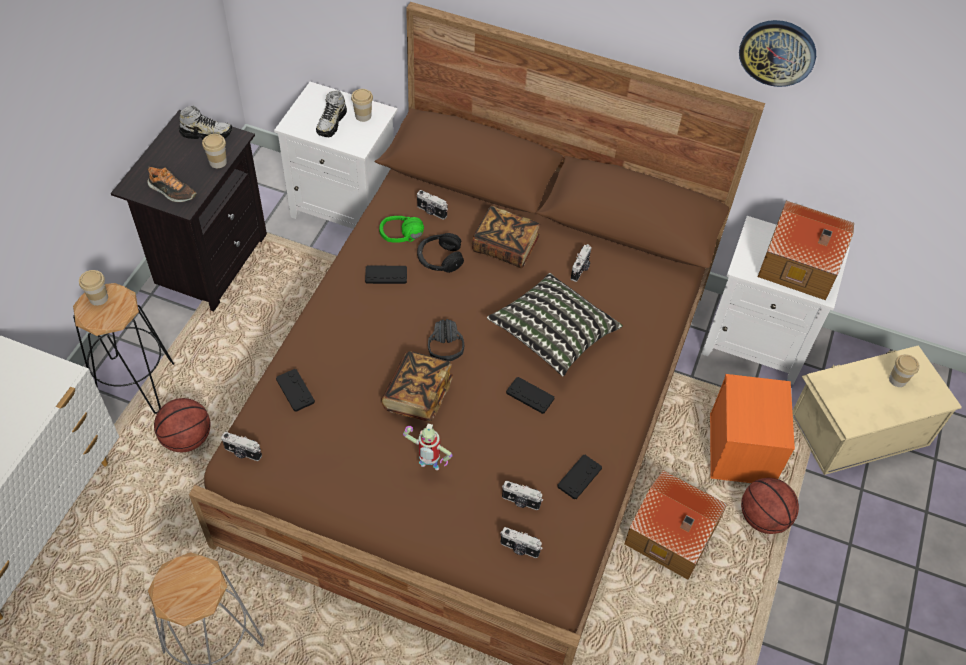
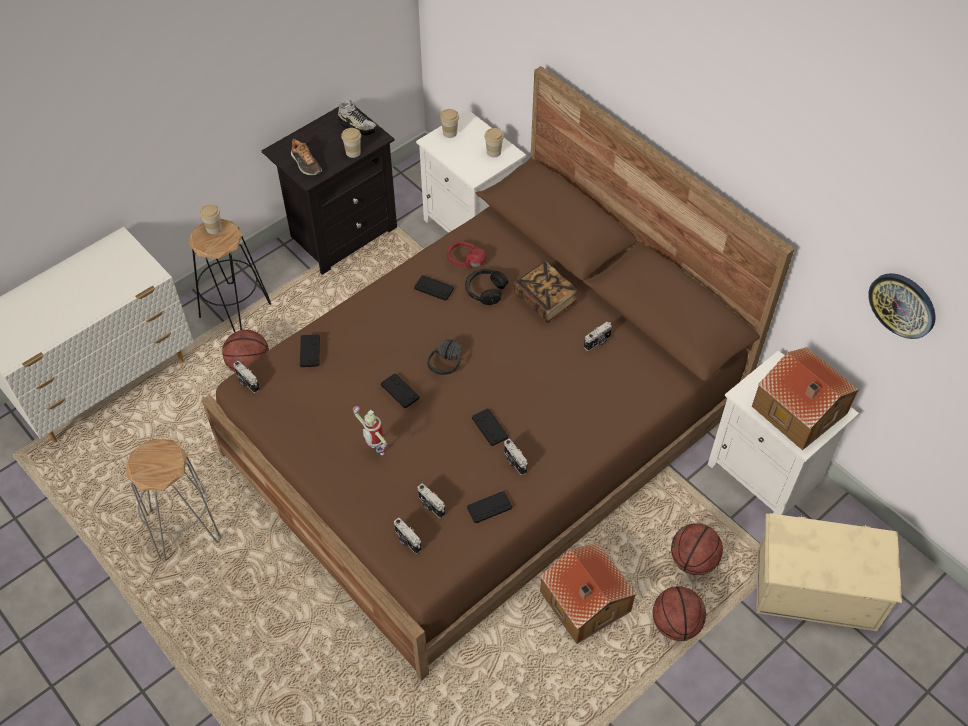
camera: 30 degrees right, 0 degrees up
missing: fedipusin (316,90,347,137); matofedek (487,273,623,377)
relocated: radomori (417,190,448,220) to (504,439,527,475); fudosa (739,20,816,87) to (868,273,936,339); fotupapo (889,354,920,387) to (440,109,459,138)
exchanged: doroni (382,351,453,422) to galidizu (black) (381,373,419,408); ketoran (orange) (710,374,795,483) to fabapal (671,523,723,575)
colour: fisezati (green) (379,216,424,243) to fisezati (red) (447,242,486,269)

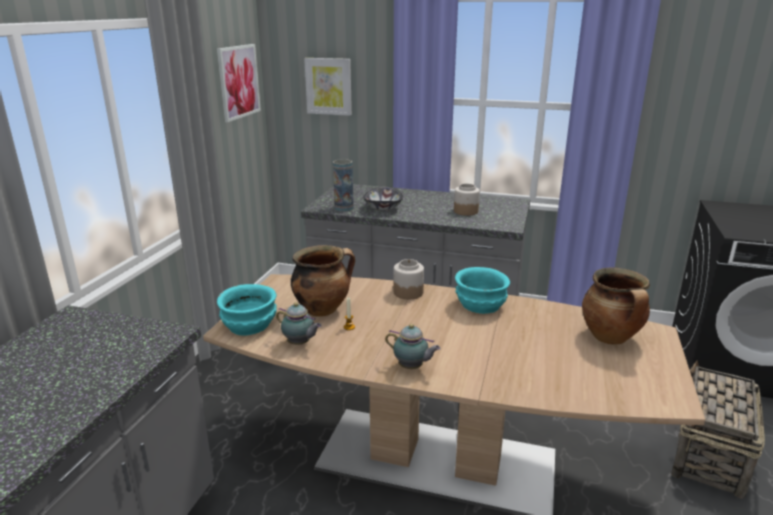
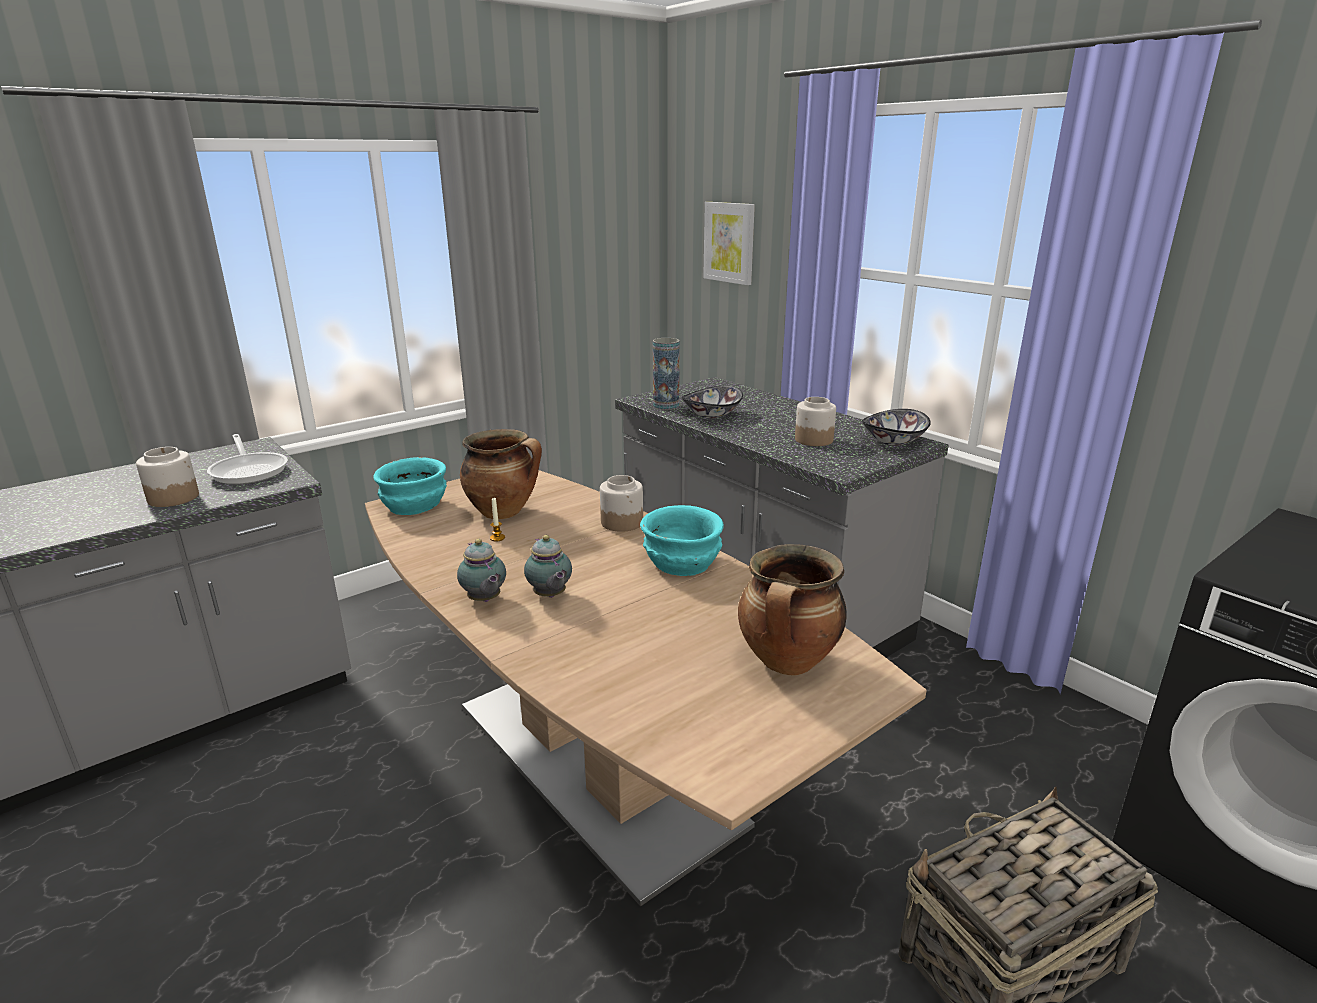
camera: 35 degrees right, 0 degrees up
missing: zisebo (217,44,261,122)
appeared: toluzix (136,447,199,507); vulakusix (207,434,288,485); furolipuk (862,409,931,446)
relocated: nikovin (276,302,322,345) to (524,535,572,598)

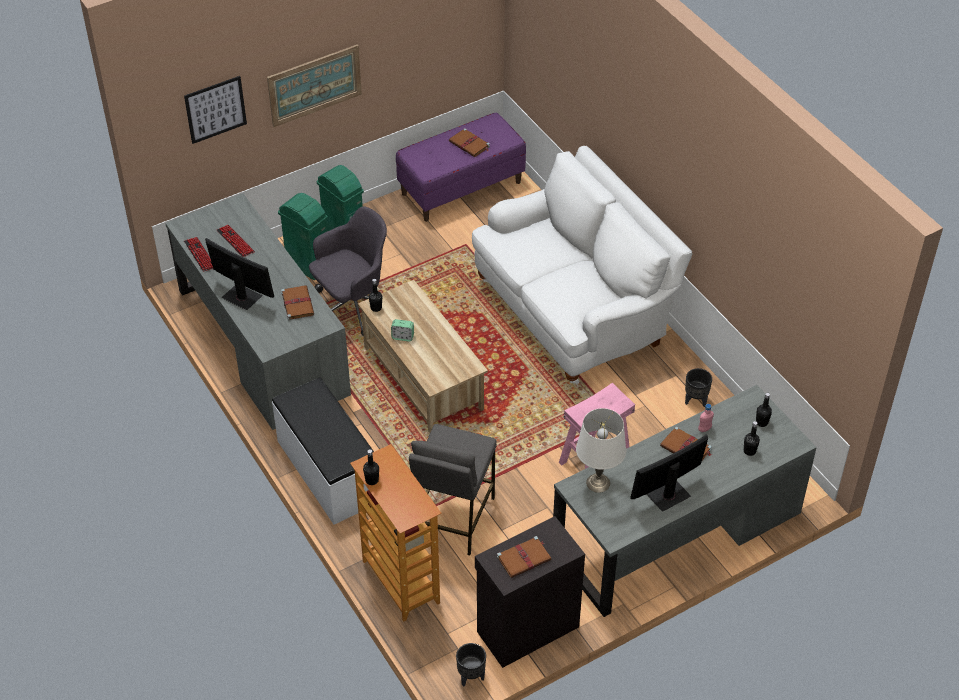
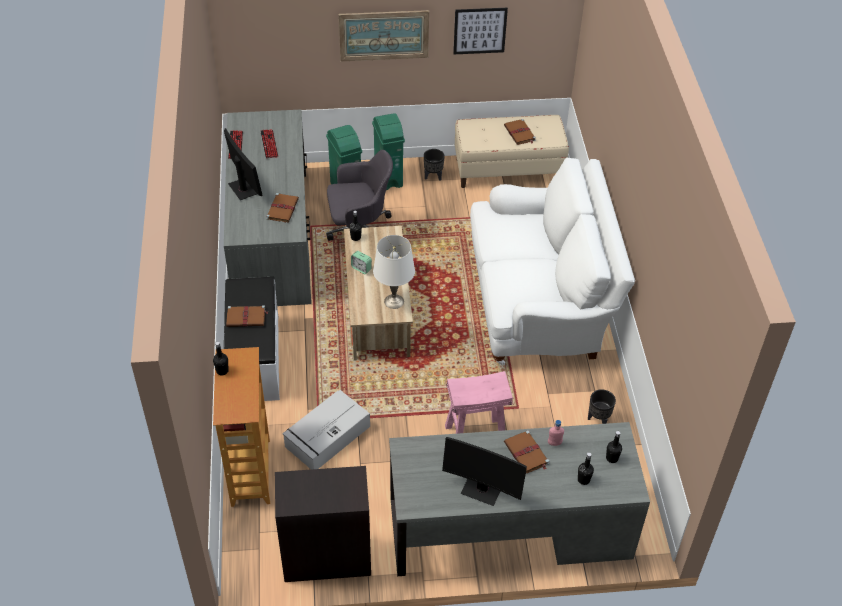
camera: 25 degrees right, 0 degrees up
relocated: zisebo (184,76,247,144) to (453,8,508,54); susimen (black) (456,643,486,686) to (424,149,445,181); doroni (brown) (497,536,552,578) to (226,305,268,327); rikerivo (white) (576,408,626,493) to (373,235,415,309)
exchanged: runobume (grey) (409,424,497,555) to ketoran (grey) (282,390,370,469)
colour: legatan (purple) (396,113,526,222) to legatan (beige) (455,115,569,188)
spun: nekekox (630,434,708,512) = (442,437,527,506) 150 degrees counterclockwise

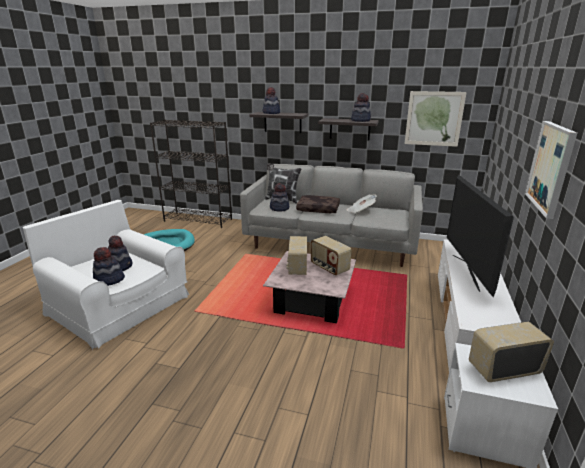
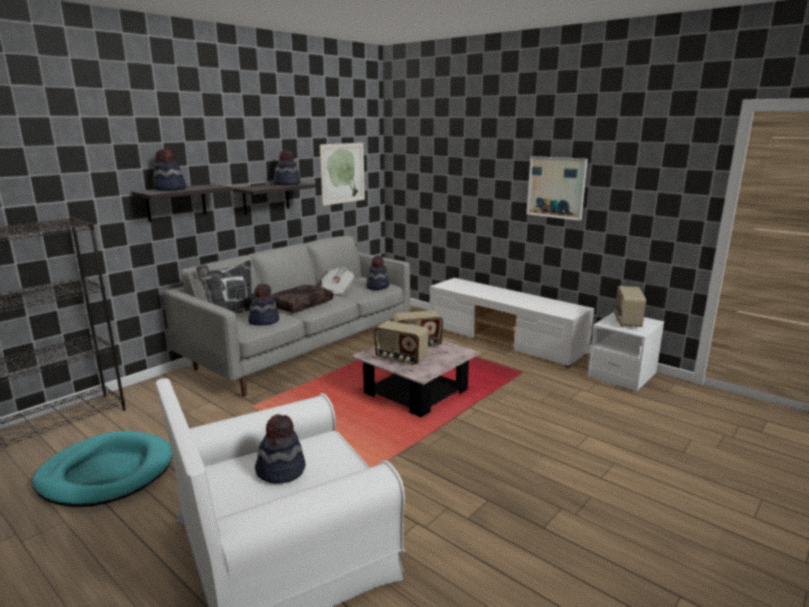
camera: 65 degrees left, 5 degrees down
missing: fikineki (447,175,514,297)
relocated: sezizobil (93,247,125,286) to (366,256,389,290)

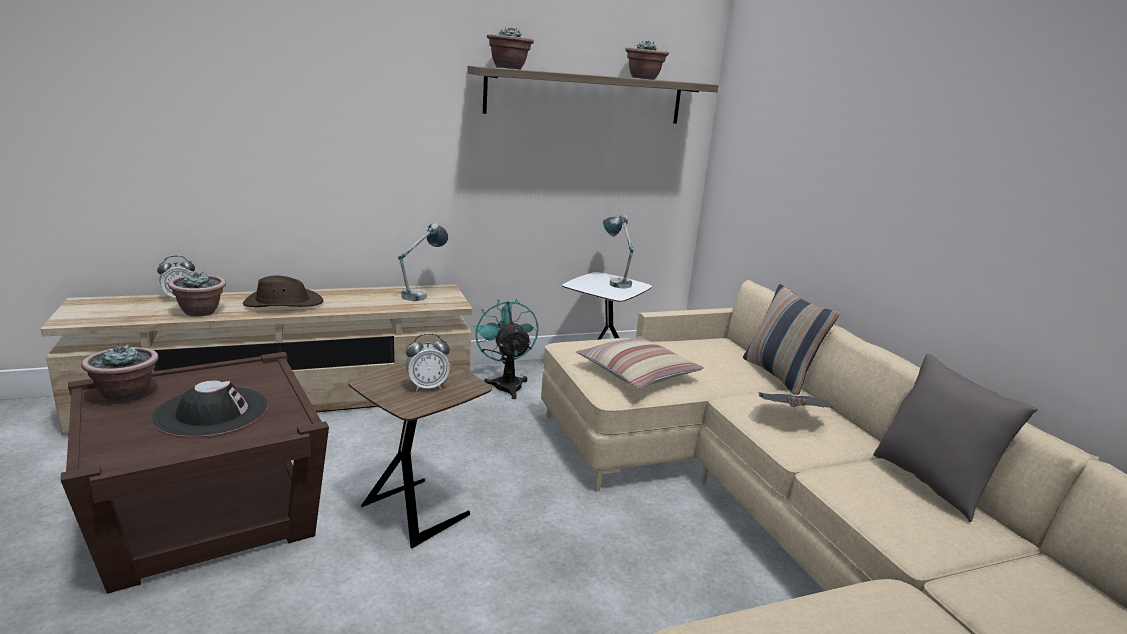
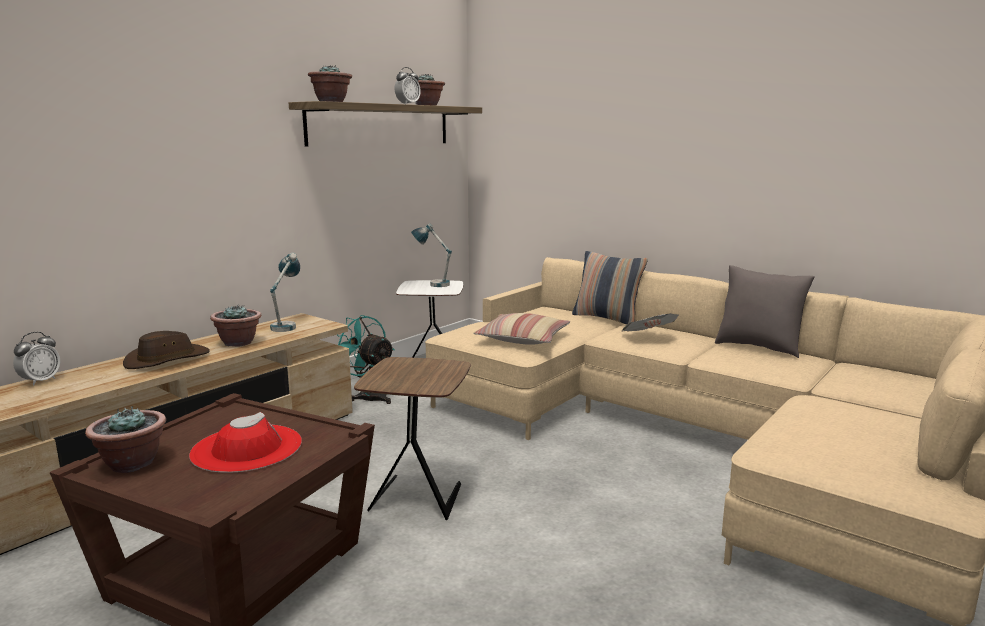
camera: 30 degrees left, 5 degrees down
relocated: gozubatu (168,272,226,316) to (210,305,262,347); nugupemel (406,333,450,391) to (395,67,421,105)
colour: sezizobil (black) (152,380,268,437) to sezizobil (red) (189,412,302,473)

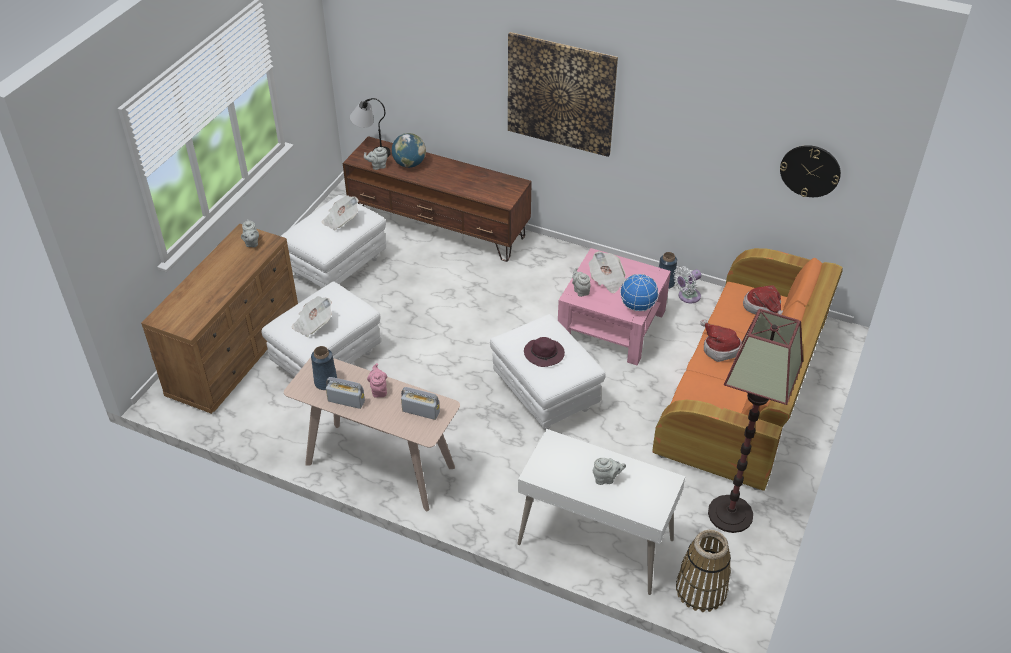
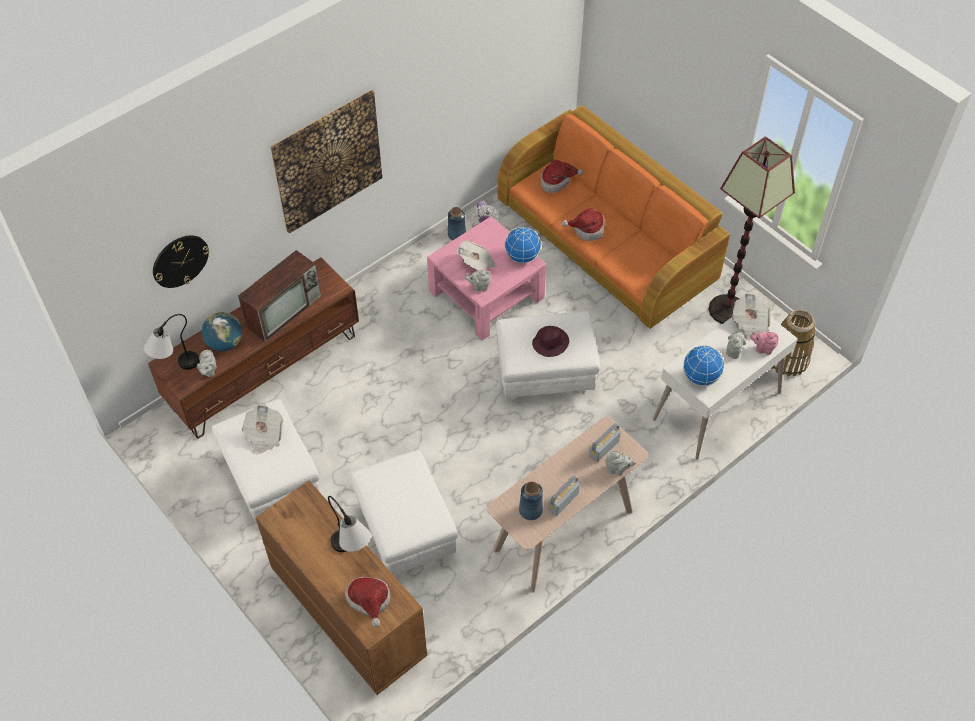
camera: 65 degrees left, 10 degrees up
appeared: fikineki (238,250,321,342); rikerivo (328,496,371,552); sezizobil (345,577,390,627); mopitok (683,345,724,386)
relocated: nikovin (grey) (241,219,259,247) to (605,451,636,475); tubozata (292,296,332,337) to (732,292,771,341); nikovin (pink) (367,363,387,398) to (750,332,779,355); fudosa (780,145,841,197) to (153,235,209,288)

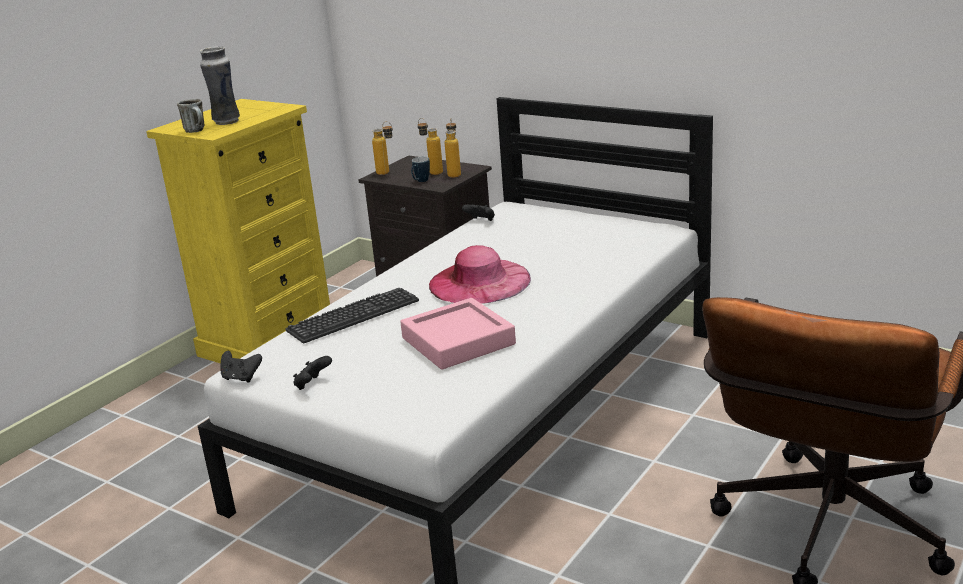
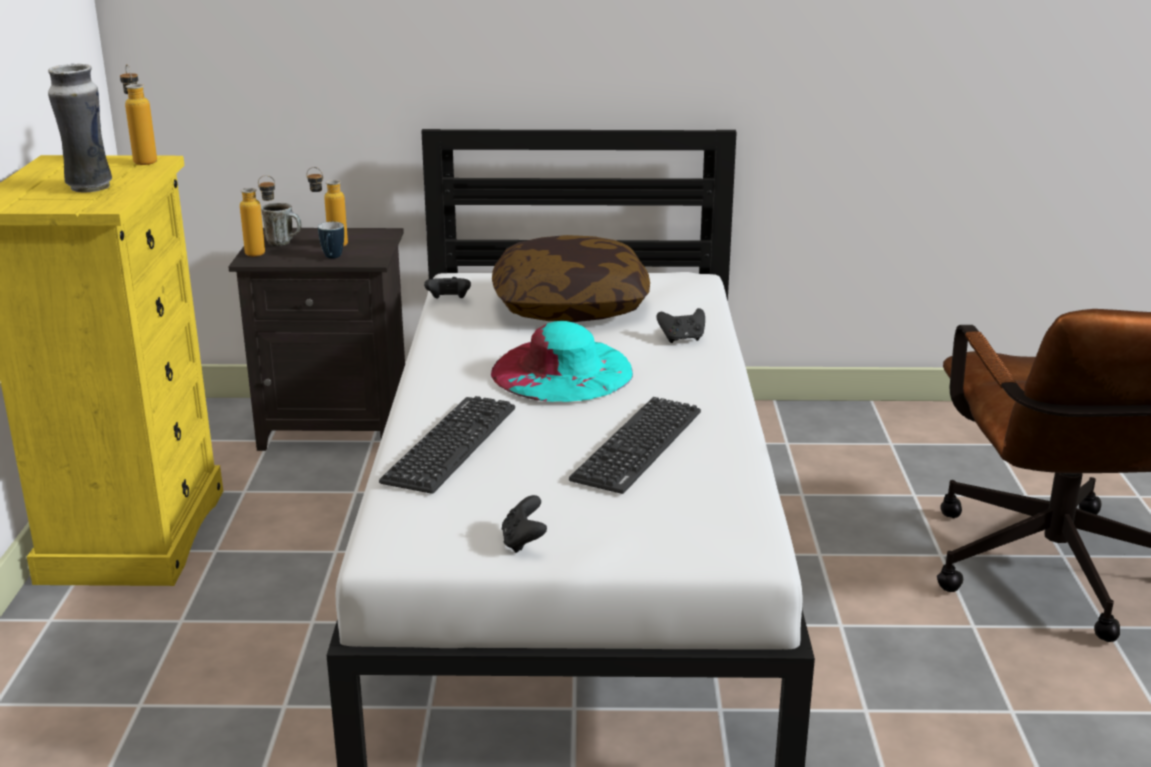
camera: 35 degrees left, 0 degrees up
appeared: matofedek (492,235,650,322)
relocated: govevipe (177,99,205,133) to (261,203,301,246); galidizu (black) (220,350,262,382) to (656,308,705,343); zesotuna (445,118,461,178) to (120,64,157,165)
exchanged: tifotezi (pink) (400,298,516,370) to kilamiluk (569,397,701,494)
colour: sezizobil (pink) (429,245,531,304) to sezizobil (turquoise) (491,321,633,402)

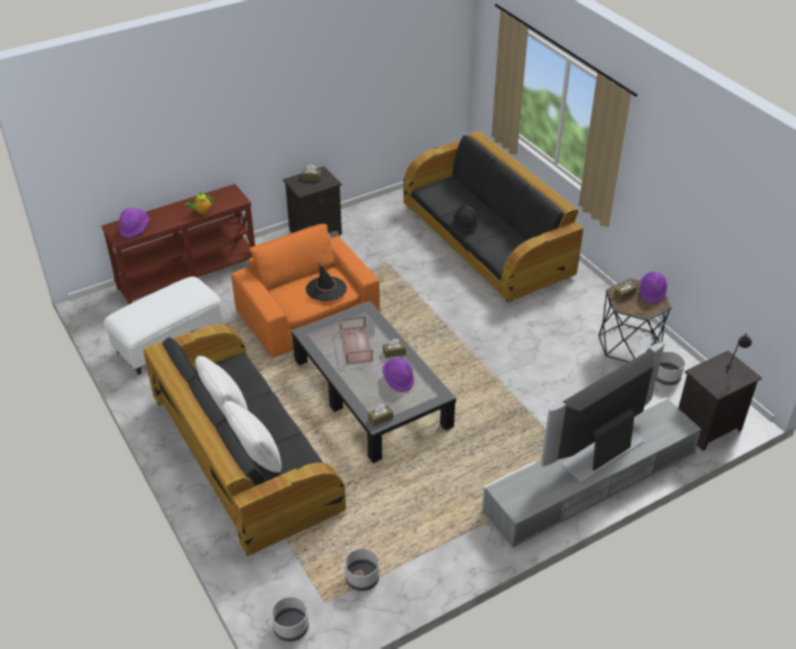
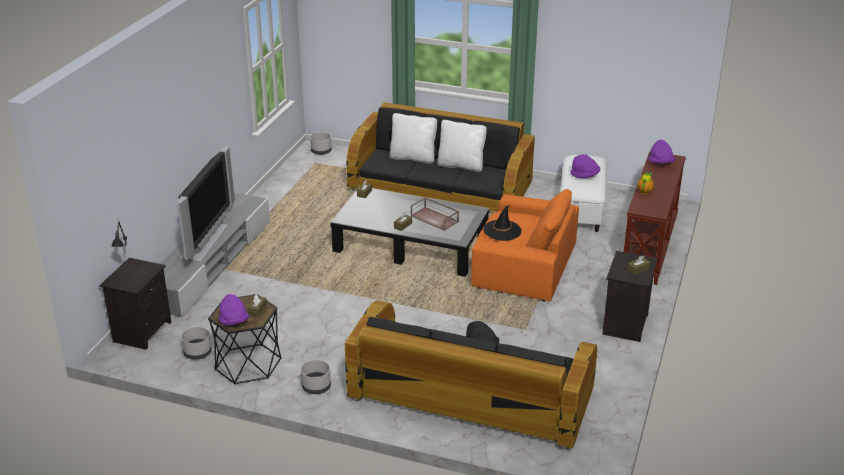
camera: 140 degrees right, 10 degrees down
relocated: susimen (grey) (345,548,379,591) to (301,360,331,394); sezizobil (purple) (382,357,414,392) to (570,154,600,178)

